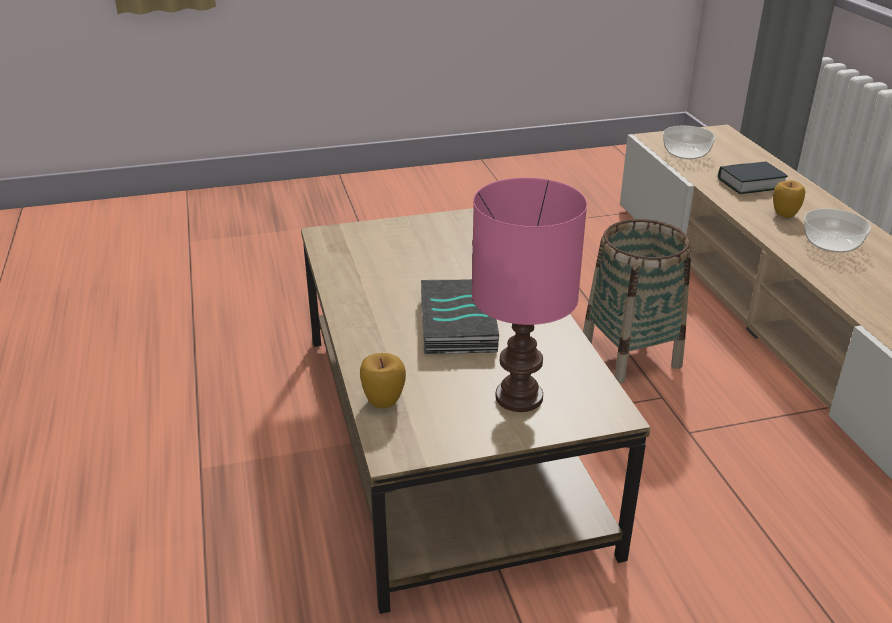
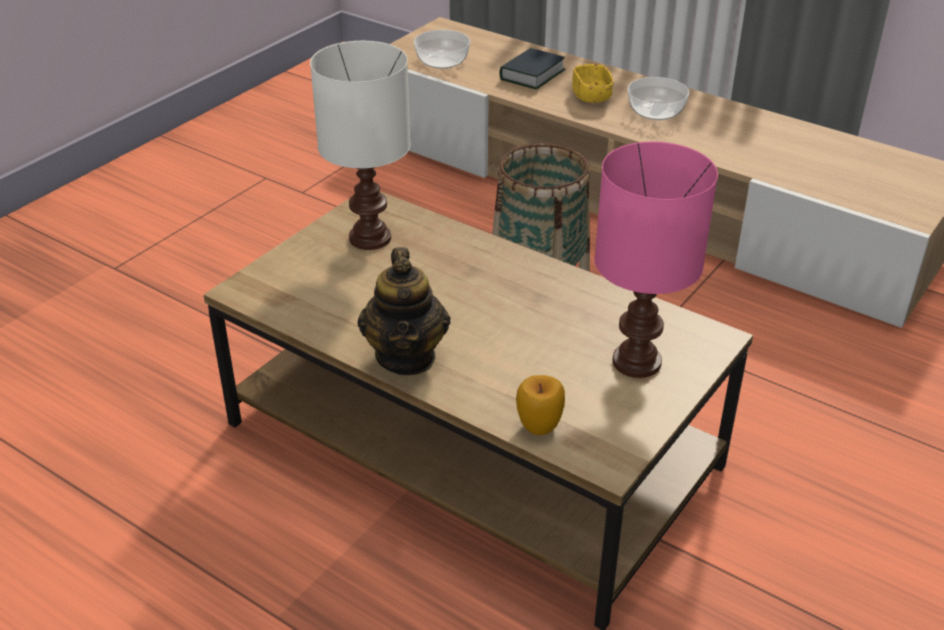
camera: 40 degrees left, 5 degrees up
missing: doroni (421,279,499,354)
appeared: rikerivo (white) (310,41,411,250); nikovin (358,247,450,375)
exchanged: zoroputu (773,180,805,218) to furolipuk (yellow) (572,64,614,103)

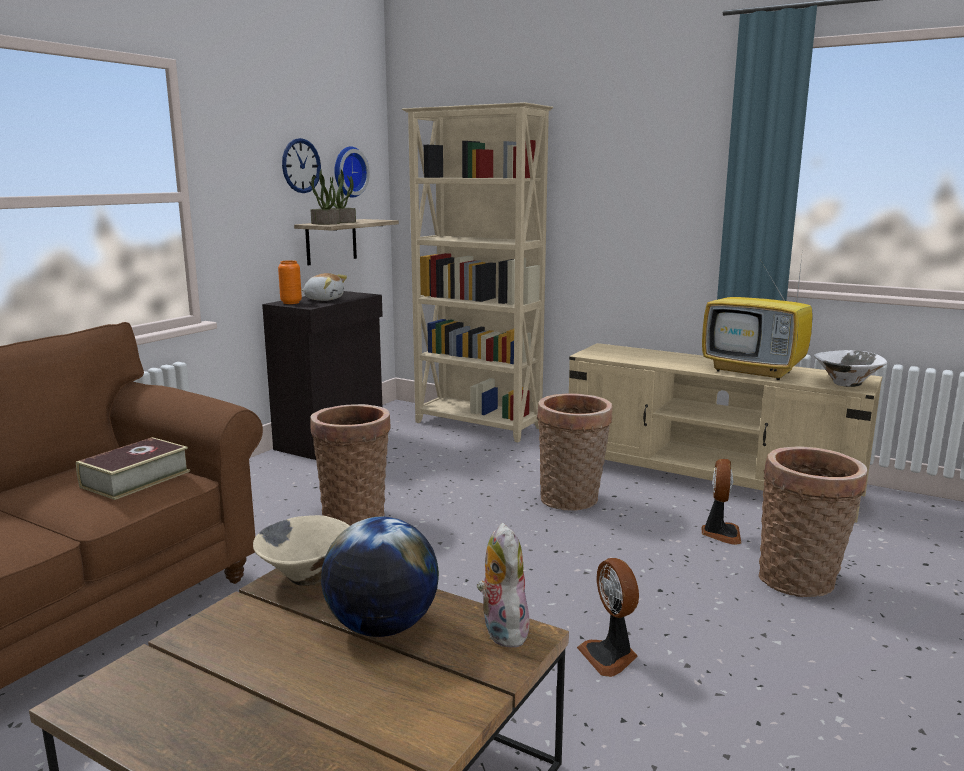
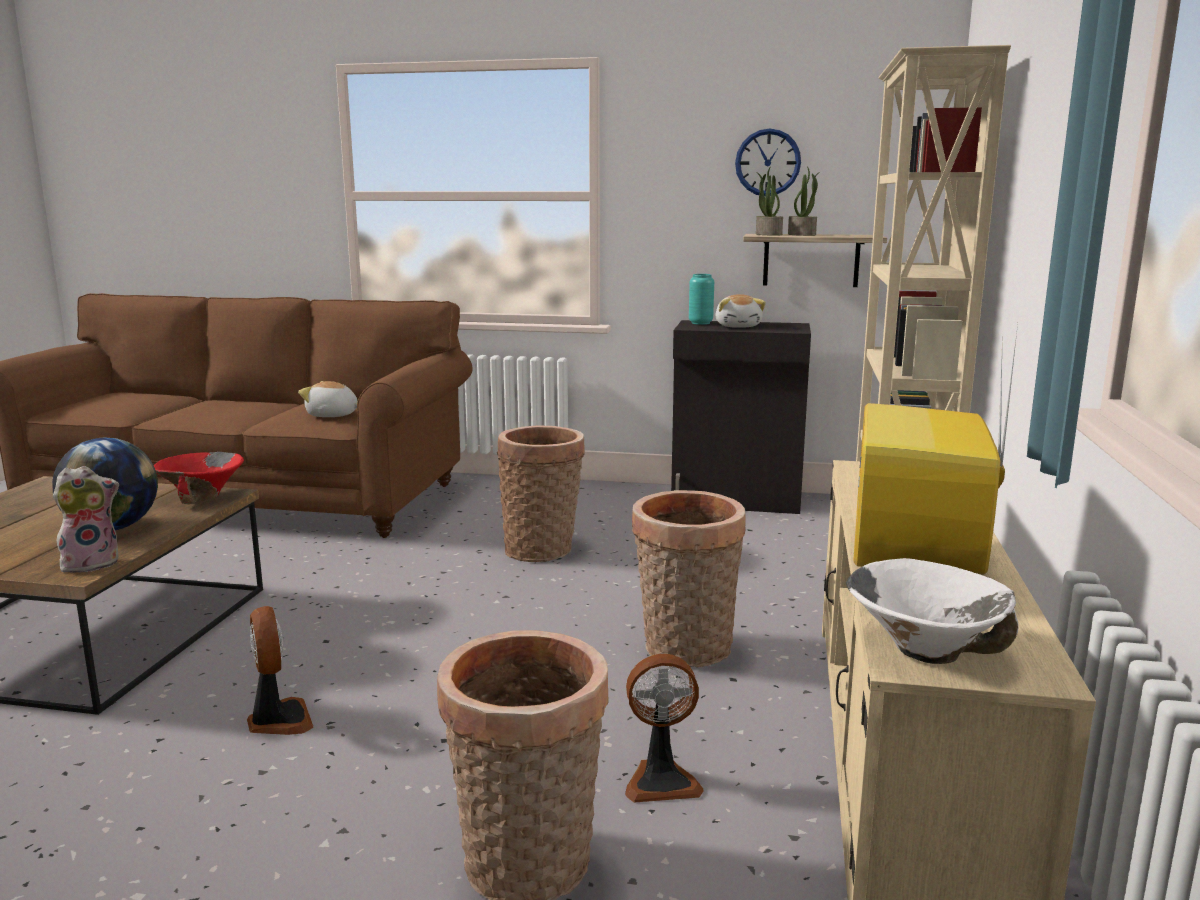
camera: 70 degrees right, 0 degrees up
missing: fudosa (334,146,370,198)
exchanged: doroni (76,437,190,500) to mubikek (298,381,358,417)
colour: furolipuk (beige) (253,515,350,586) to furolipuk (red) (154,452,244,504); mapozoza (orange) (278,260,302,304) to mapozoza (turquoise) (689,274,714,325)
spun: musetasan (577,558,639,677) = (247,606,314,735) 105 degrees clockwise

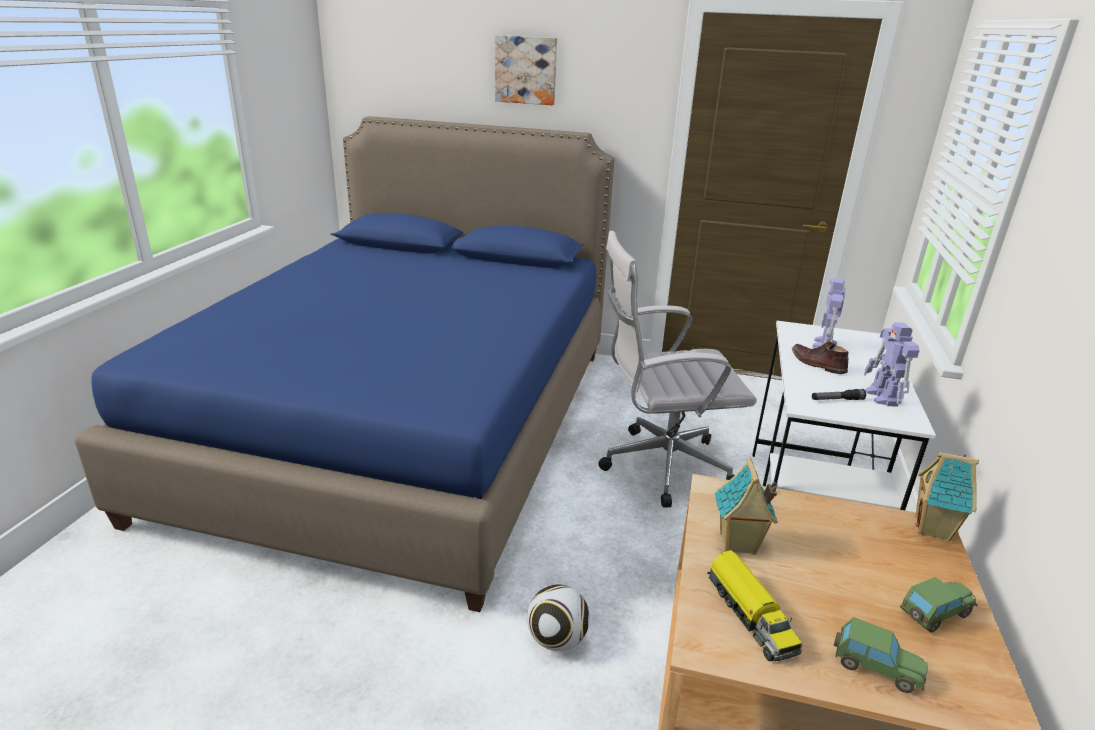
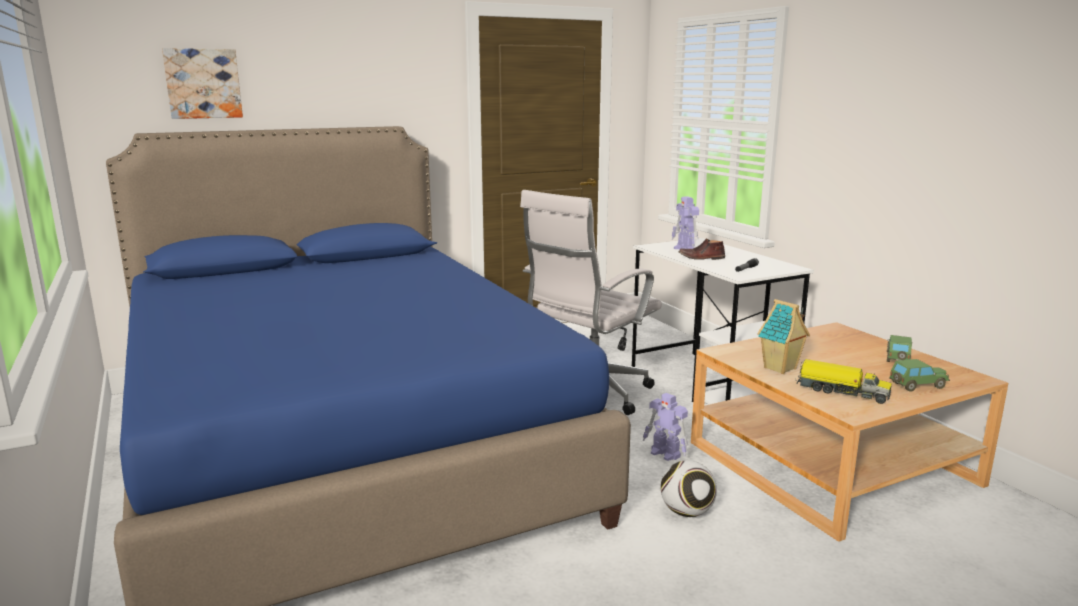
camera: 40 degrees left, 10 degrees down
missing: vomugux (915,452,979,541)
relocated: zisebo (495,35,557,105) to (162,48,243,119); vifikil (864,322,920,406) to (643,393,688,461)

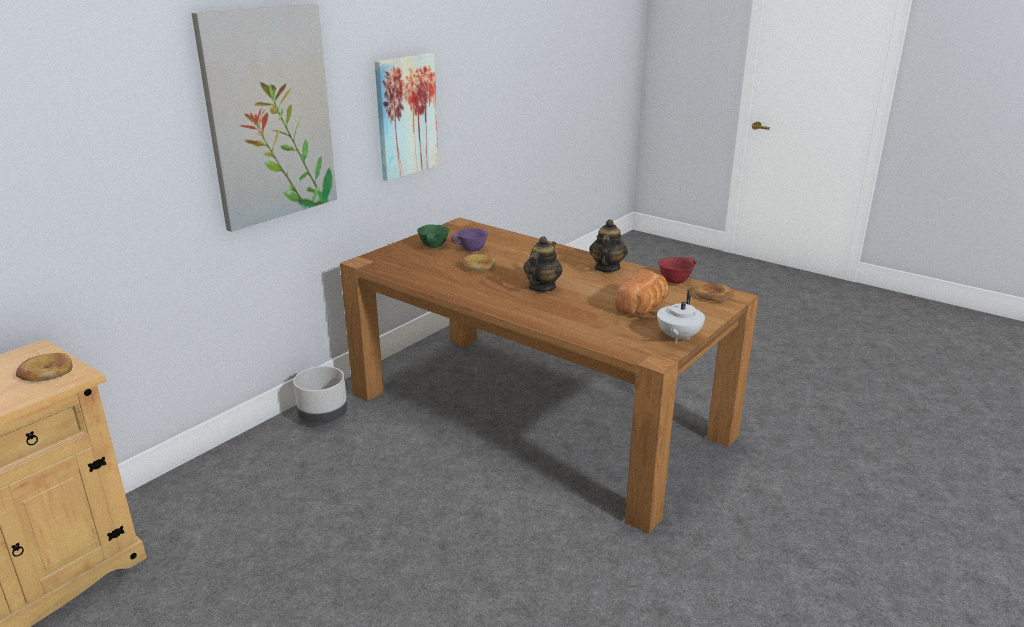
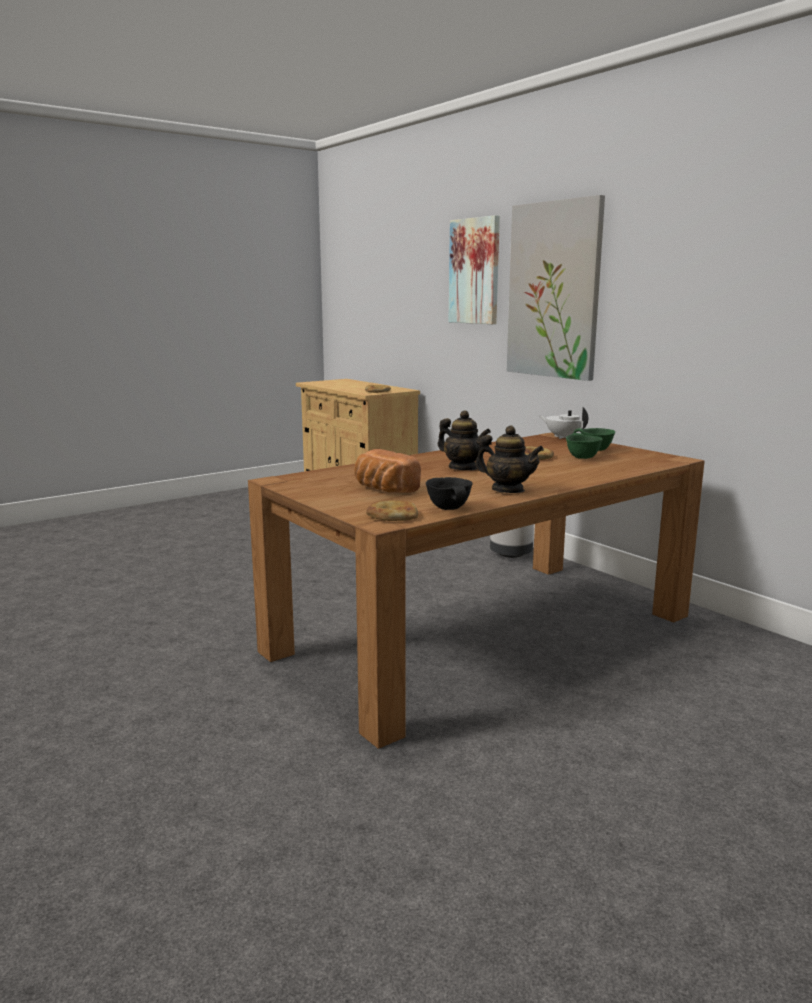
camera: 105 degrees right, 10 degrees down
relocated: zisebo (375,53,439,181) to (449,215,500,324); nikovin (white) (657,291,705,343) to (540,407,588,439)
colour: furolipuk (purple) (451,228,488,252) to furolipuk (green) (566,433,603,459); furolipuk (red) (658,257,696,284) to furolipuk (black) (426,477,473,510)

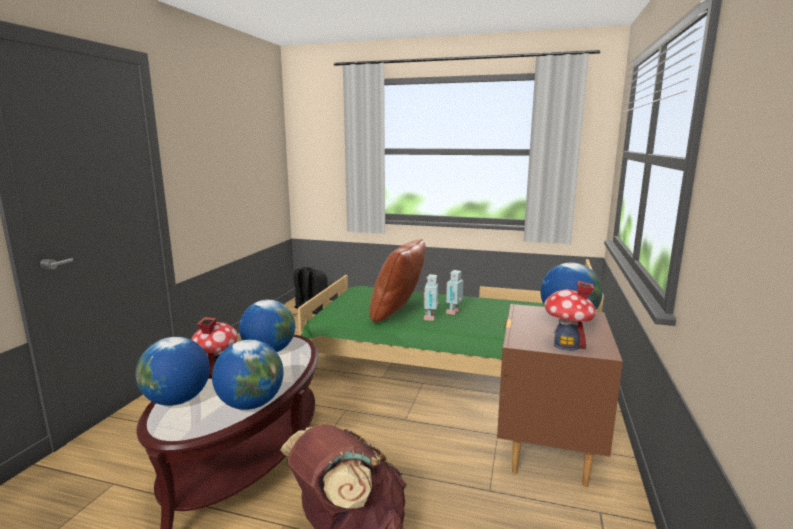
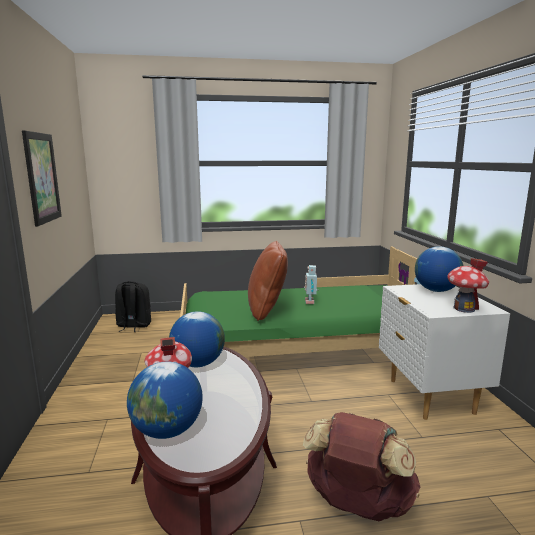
camera: 25 degrees left, 0 degrees up
missing: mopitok (212,340,284,410); vifikil (423,274,440,321)
appeared: zisebo (22,130,62,227)
colour: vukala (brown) (497,304,623,487) to vukala (white) (379,284,510,420)

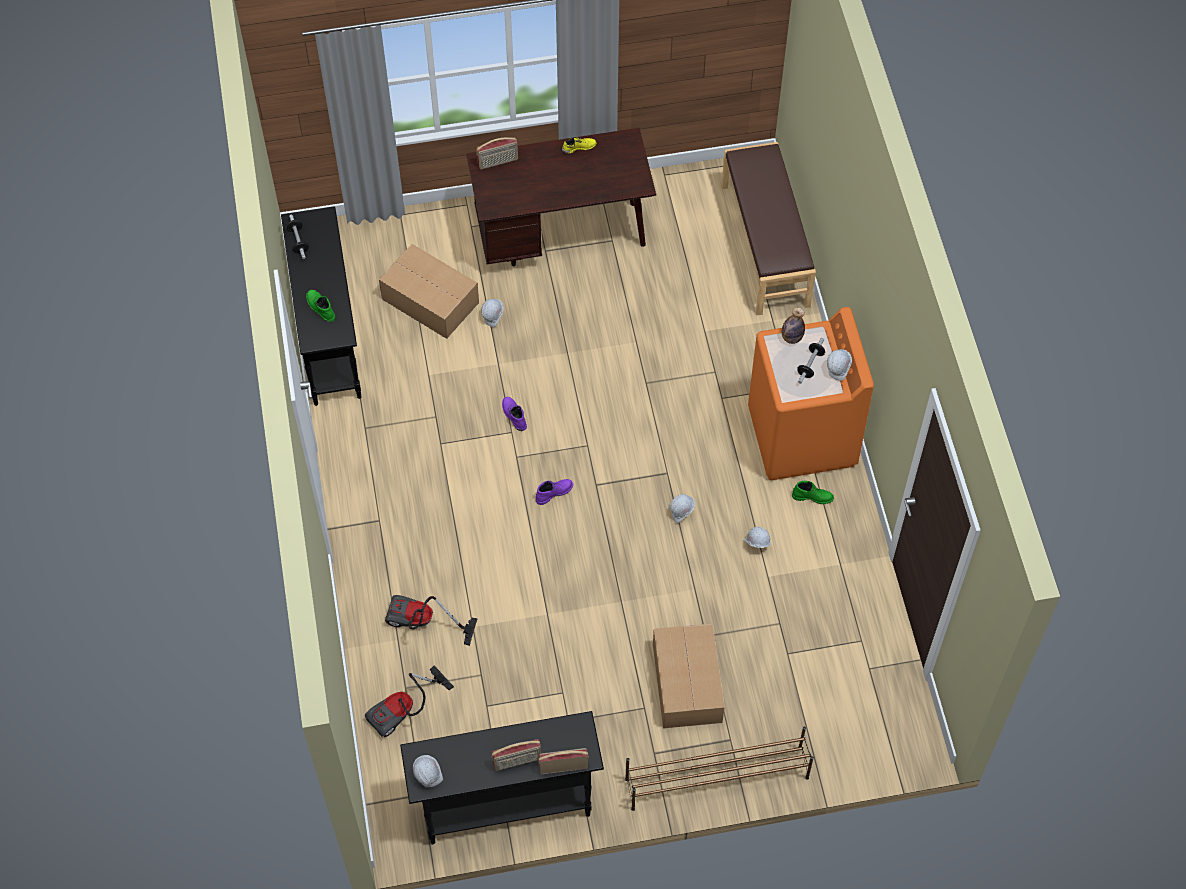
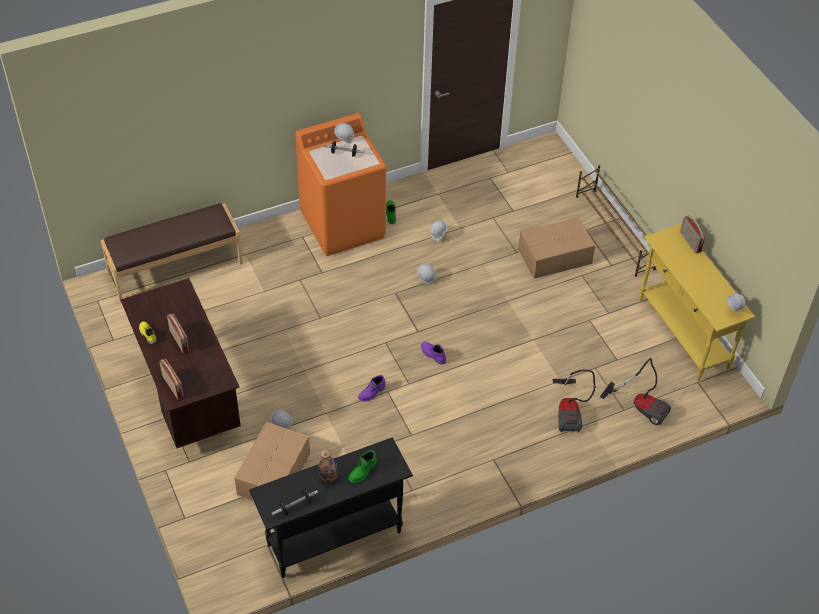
camera: 105 degrees left, 10 degrees down
relocated: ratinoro (492,739,541,771) to (167,314,189,353); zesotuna (782,307,805,344) to (318,449,339,482)
colour: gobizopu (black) (400,711,604,844) to gobizopu (yellow) (639,224,755,381)

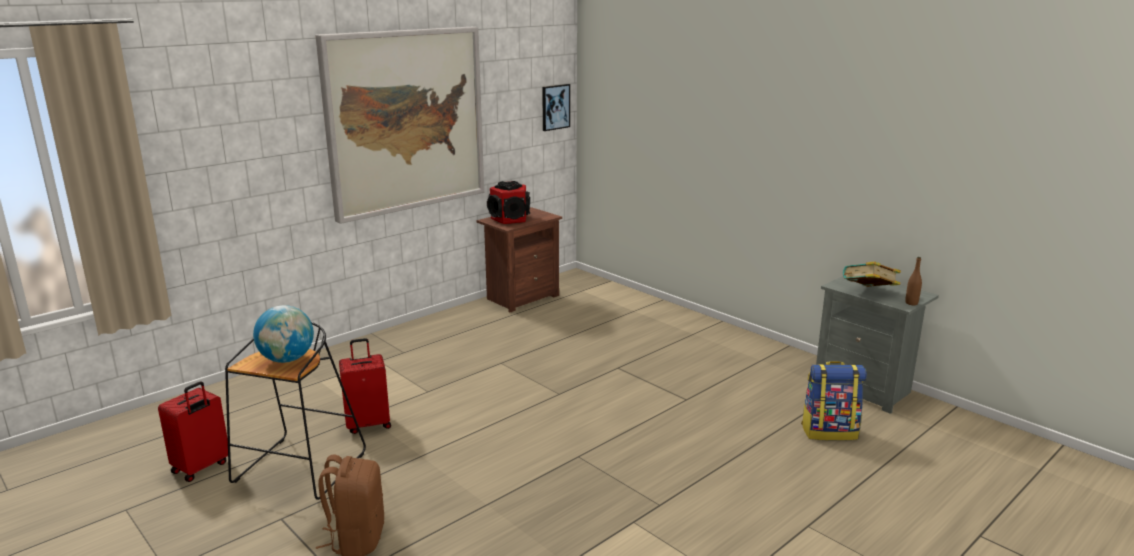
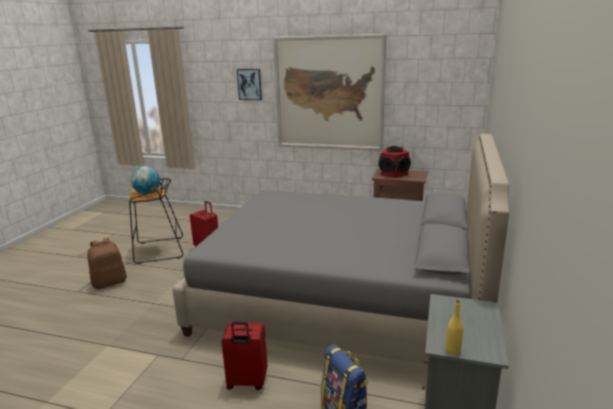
camera: 60 degrees right, 0 degrees up
missing: doroni (843,261,901,287)
appeared: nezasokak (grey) (172,134,509,365)
relocated: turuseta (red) (158,381,228,482) to (221,322,267,390); zisebo (542,84,570,131) to (237,69,262,100)
colour: zesotuna (brown) (905,257,922,305) to zesotuna (yellow) (446,300,463,355)

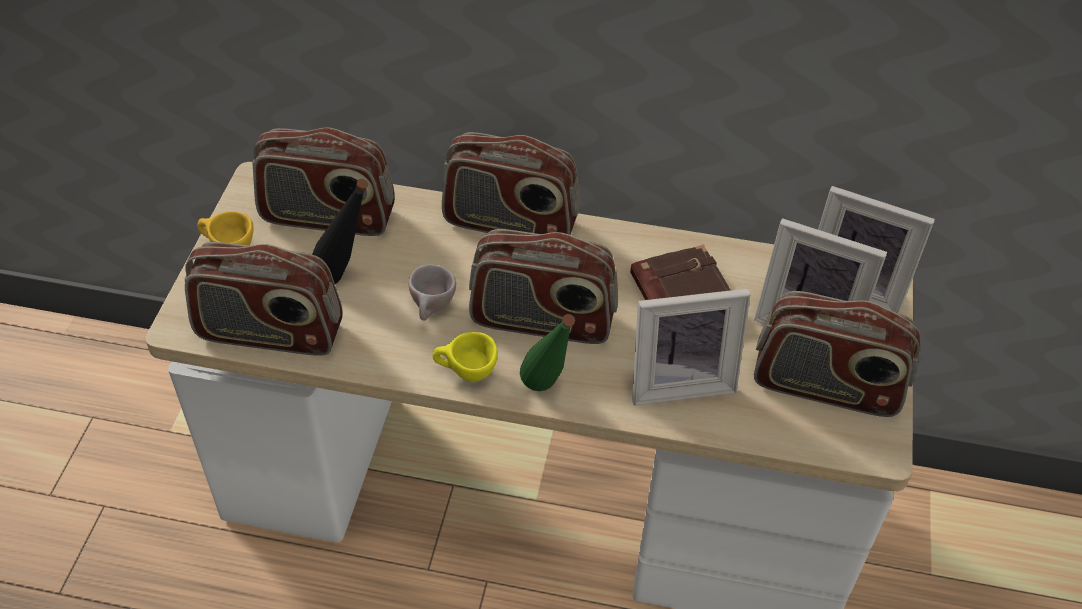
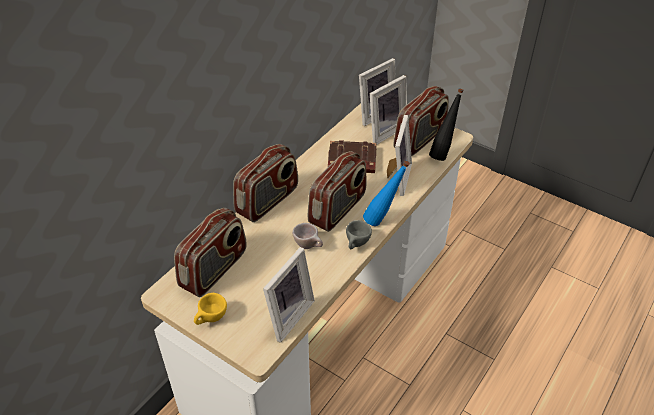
camera: 65 degrees left, 5 degrees down
relocated: zesotuna (black) (312,179,368,284) to (429,88,464,161)
exchanged: ratinoro (185,242,343,356) to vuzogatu (263,247,315,343)
colour: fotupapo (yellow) (432,332,498,382) to fotupapo (grey) (346,220,372,249); zesotuna (green) (520,314,575,391) to zesotuna (blue) (363,161,410,226)

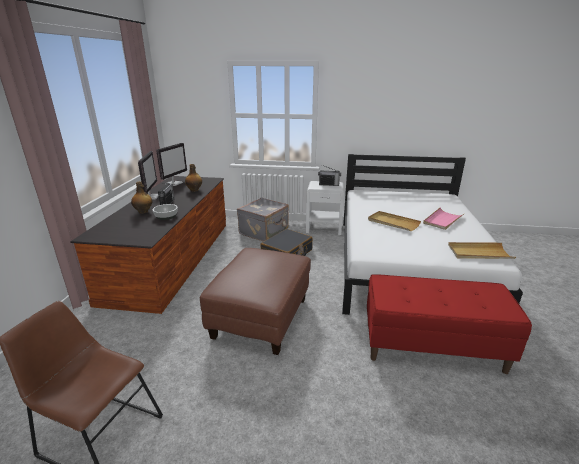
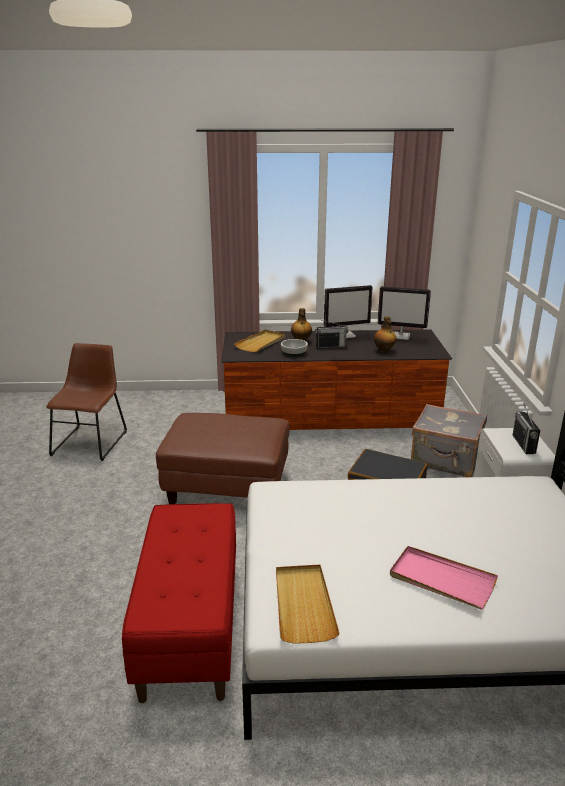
camera: 80 degrees right, 0 degrees up
relocated: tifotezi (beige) (368,211,421,231) to (234,330,285,352)

